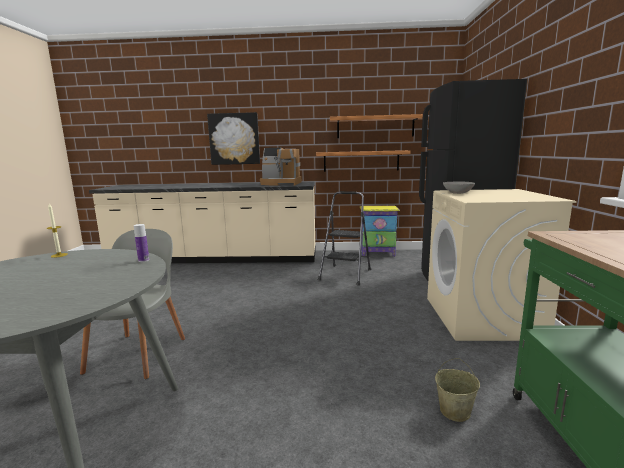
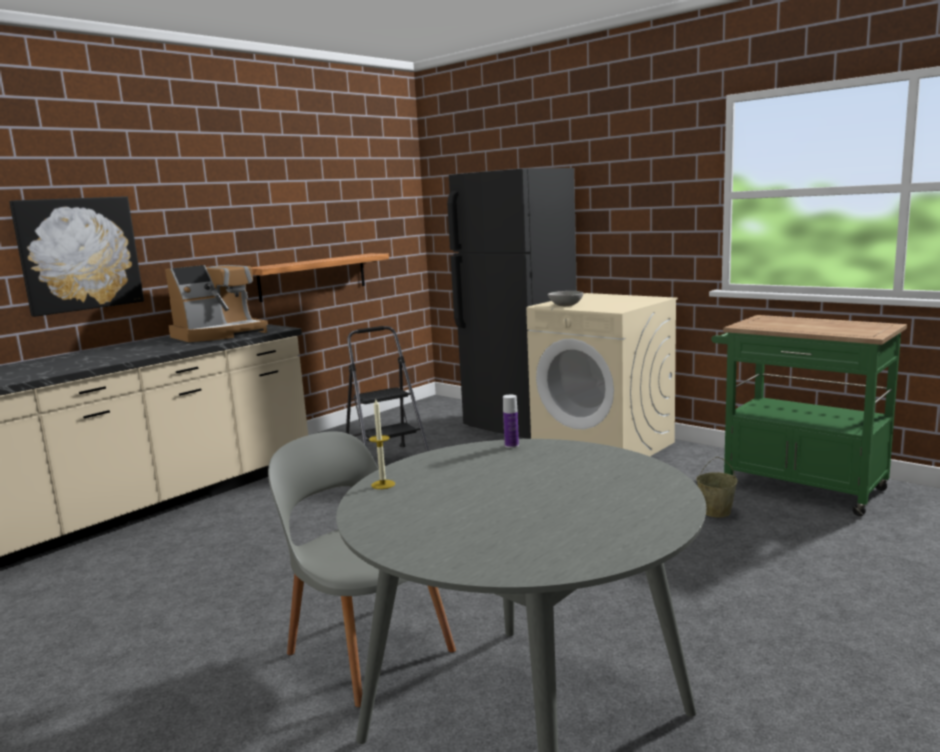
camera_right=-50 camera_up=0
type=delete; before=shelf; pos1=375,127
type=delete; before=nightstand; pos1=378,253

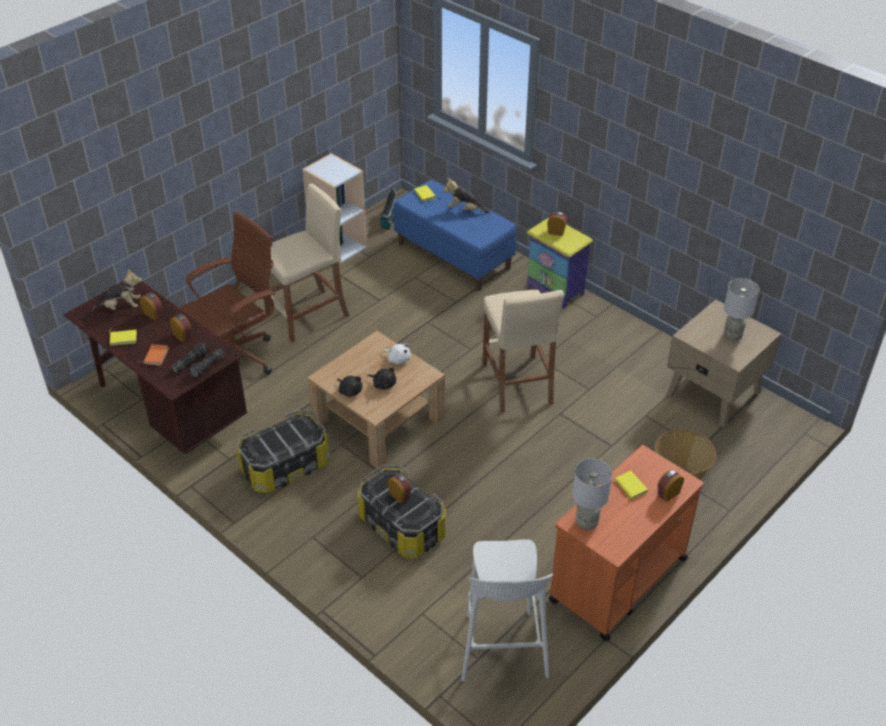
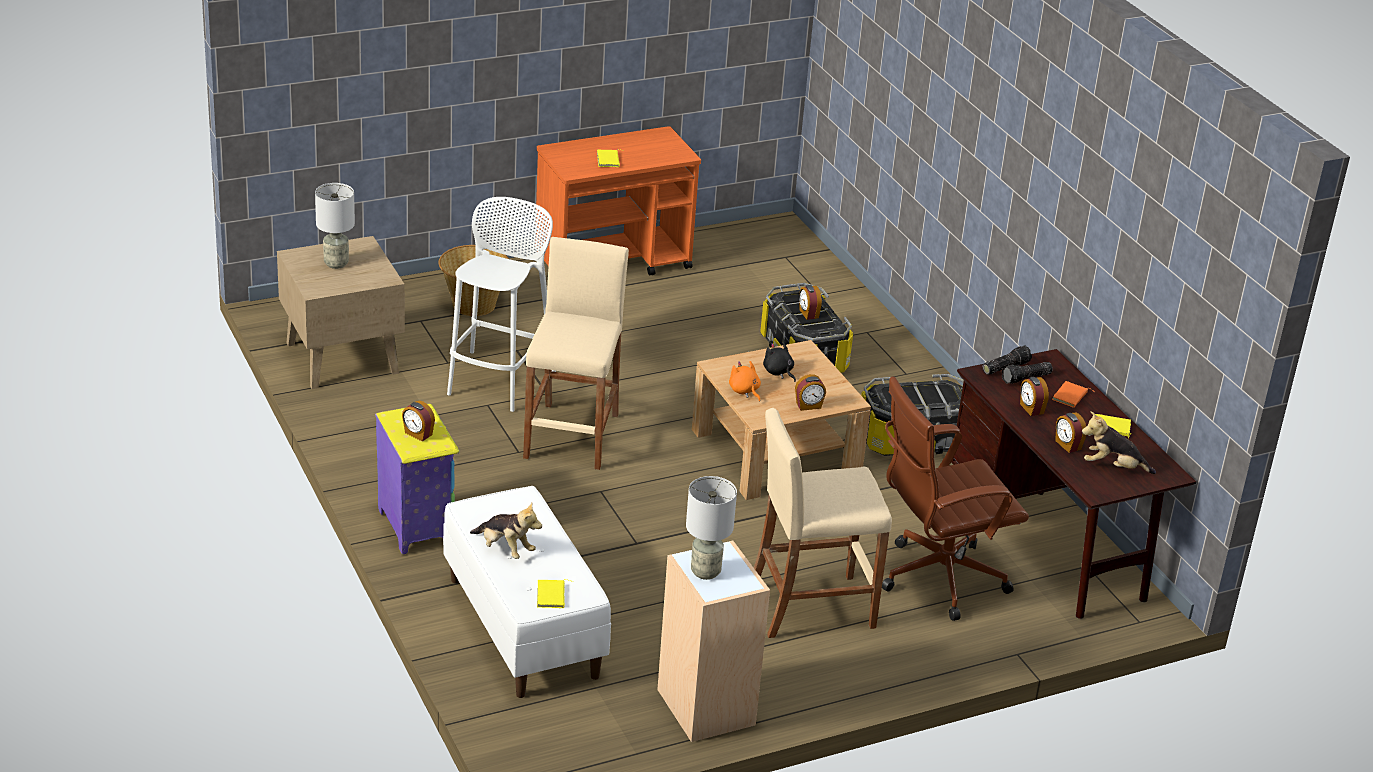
camera_right=-160 camera_up=-10
type=delete; before=black plush toy; pos1=350,391
type=delete; before=toy house; pos1=389,220
type=move; before=white stool; pos1=502,648; pos2=498,381
type=move; before=grey table lamp; pos1=586,523; pos2=706,572
type=move; before=alarm clock; pos1=668,493; pos2=808,406
type=recolor; before=white plush toy; after=orange plush toy; pos1=398,359; pos2=744,391
type=recolor; before=blue bench; after=white bench; pos1=454,256; pos2=522,627

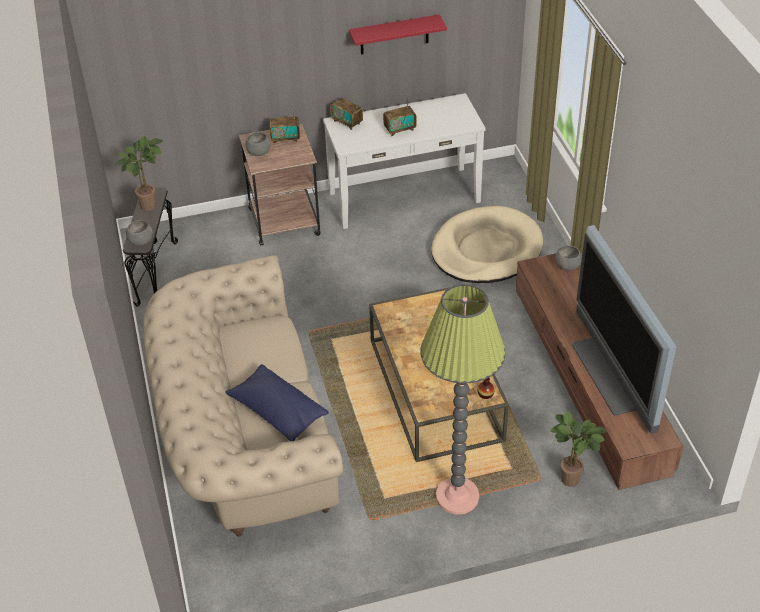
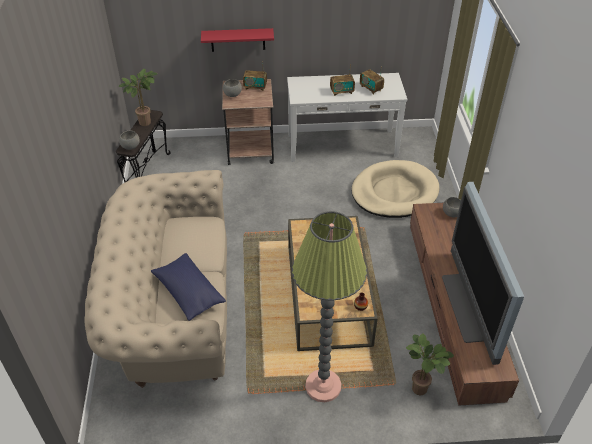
camera_right=10 camera_up=0
type=move; before=radio; pos1=347,122; pos2=371,88
type=move; before=red shelf; pos1=394,35; pos2=238,40

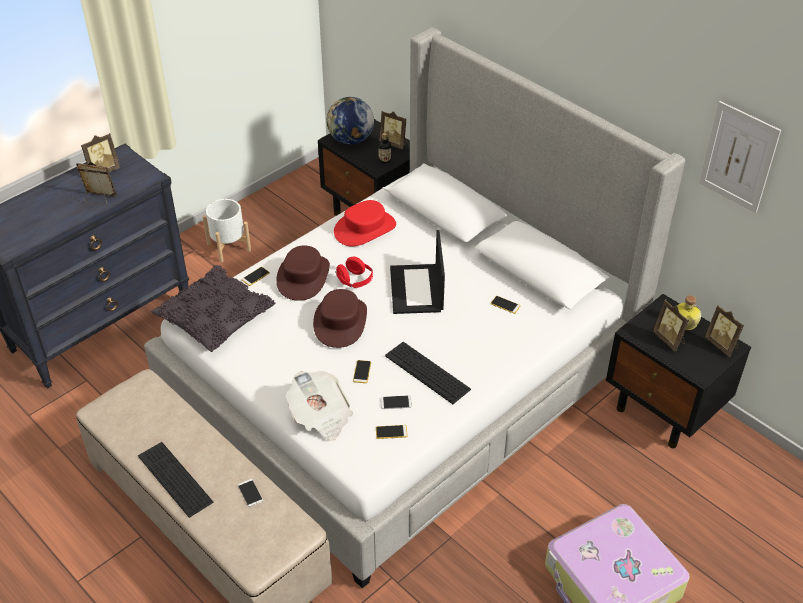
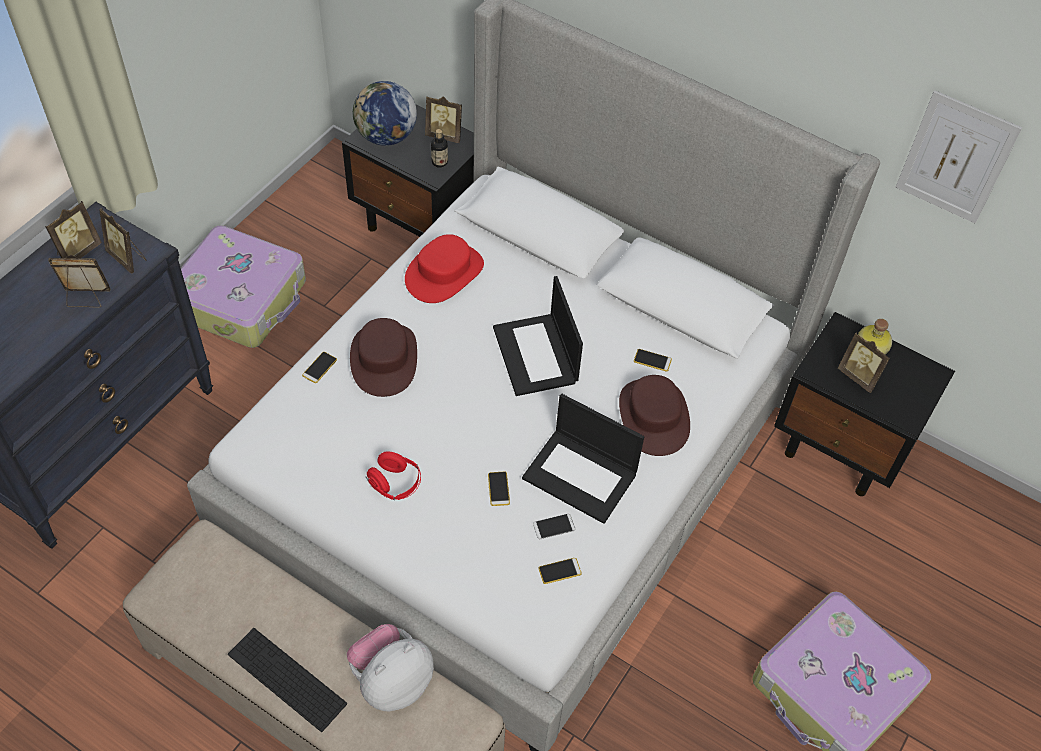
camera_right=-15 camera_up=10
type=delete; before=black pillow; pos1=216,317
type=delete; before=newspaper; pos1=320,416
type=move; before=brown hat; pos1=340,322; pos2=653,416
type=move; before=red headphones; pos1=355,281; pos2=395,484
type=move; before=picture frame; pos1=722,345; pos2=128,258
type=replace; before=white planter; after=suitcase; pos1=228,247; pos2=241,298
type=replace; before=phone; after=plush toy; pos1=250,493; pos2=391,681
type=replace; before=keyboard; after=laptop; pos1=427,372; pos2=581,475

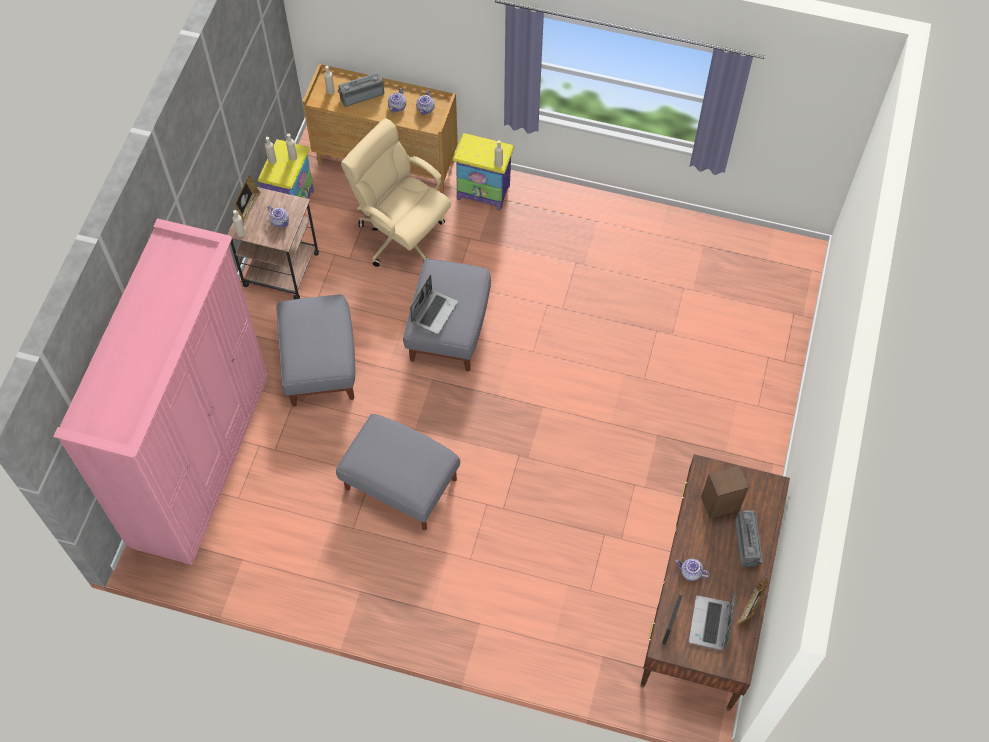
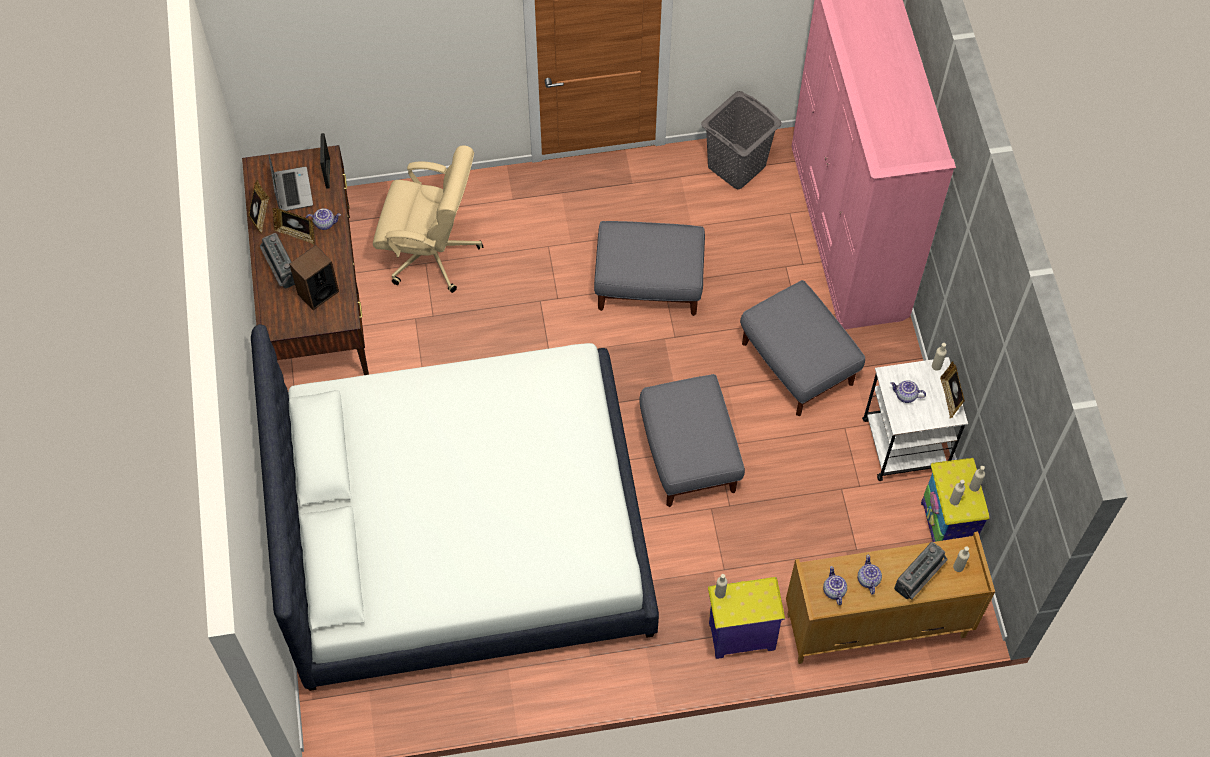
camera_right=155 camera_up=0
type=delete; before=laptop; pos1=434,312
type=insert; after=white bed; pos2=462,529
type=insert; after=picture frame; pos2=296,234
type=insert; after=grey laundry basket; pos2=737,166
type=move; before=beige office chair; pos1=401,235; pos2=431,253
type=recolor; before=brown cart; after=white cart; pos1=281,268; pos2=905,446

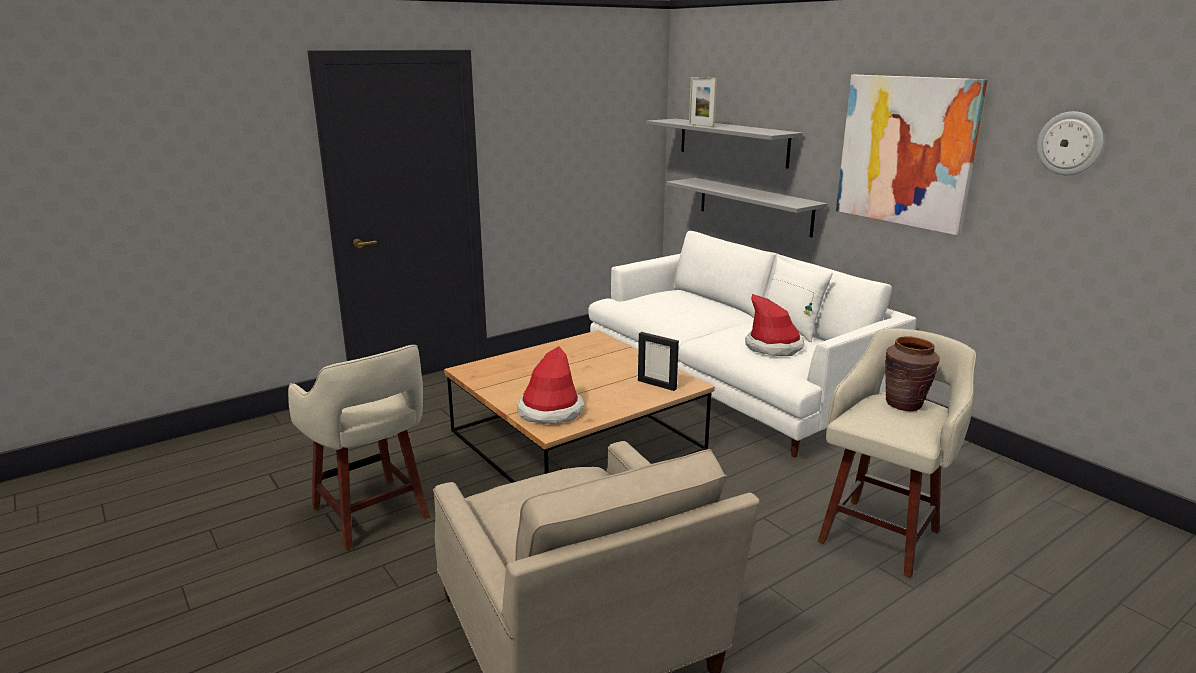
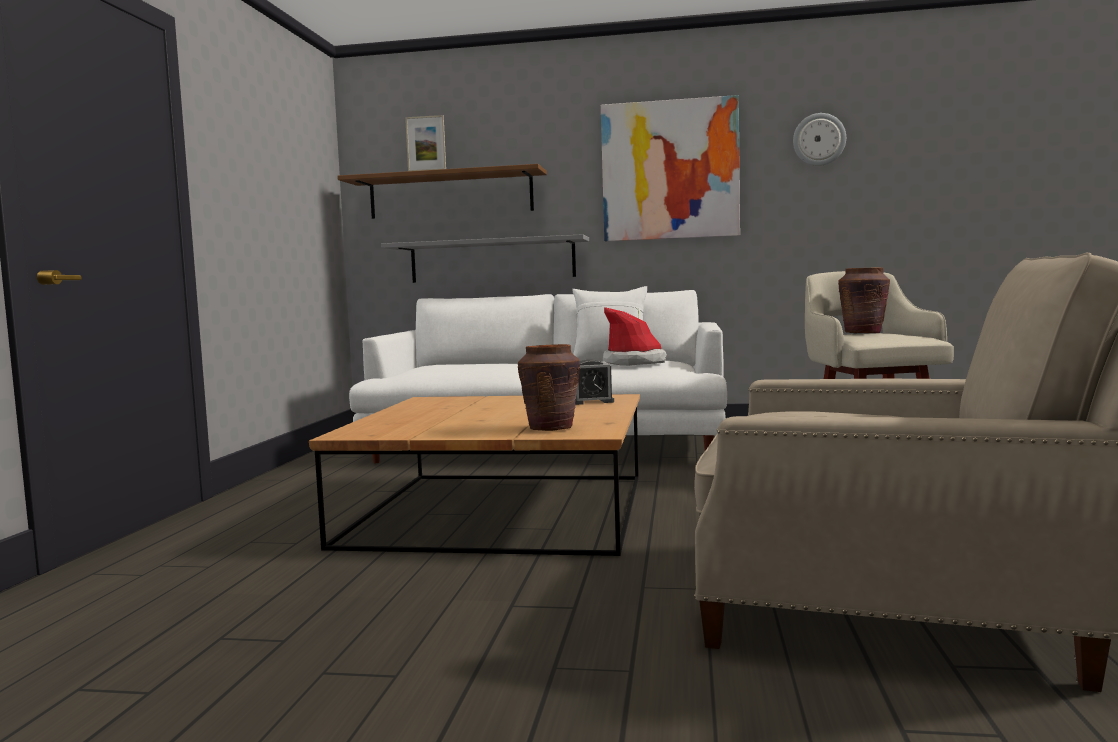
camera_right=-45 camera_up=-15
type=delete; before=beige stool; pos1=372,515
type=replace; before=hat; after=brown vase; pos1=550,411; pos2=551,428
type=replace; before=picture frame; after=alarm clock; pos1=657,384; pos2=590,401
type=recolor; before=grey shelf; after=brown shelf; pos1=732,142; pos2=450,195

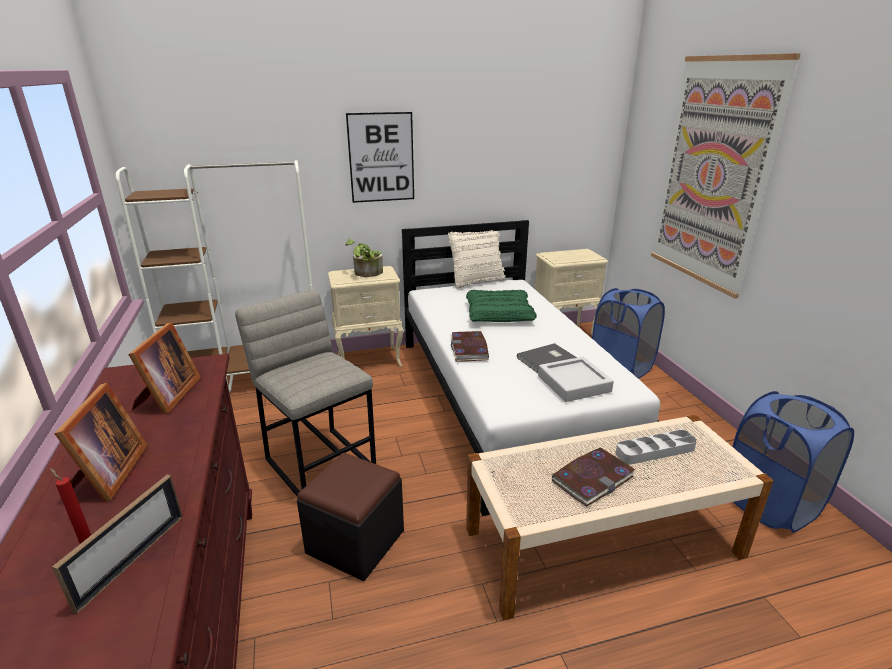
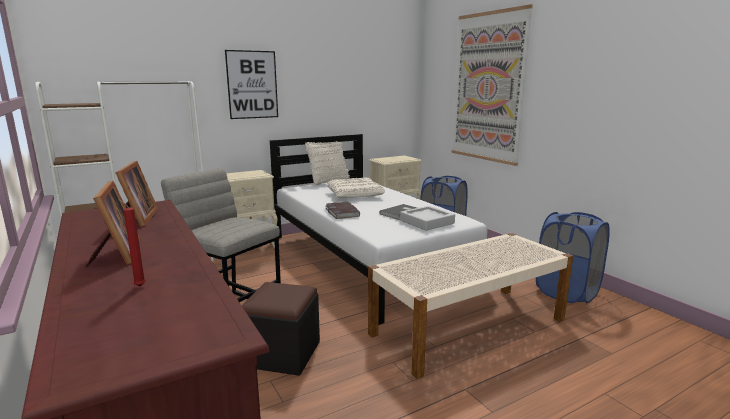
camera_right=-15 camera_up=-10
type=delete; before=picture frame; pos1=132,560
type=delete; before=potted plant; pos1=366,273
type=delete; before=book; pos1=592,478
type=delete; before=grey tray; pos1=655,451
type=recolor; before=green pillow; after=beige pillow; pos1=499,314; pos2=354,195

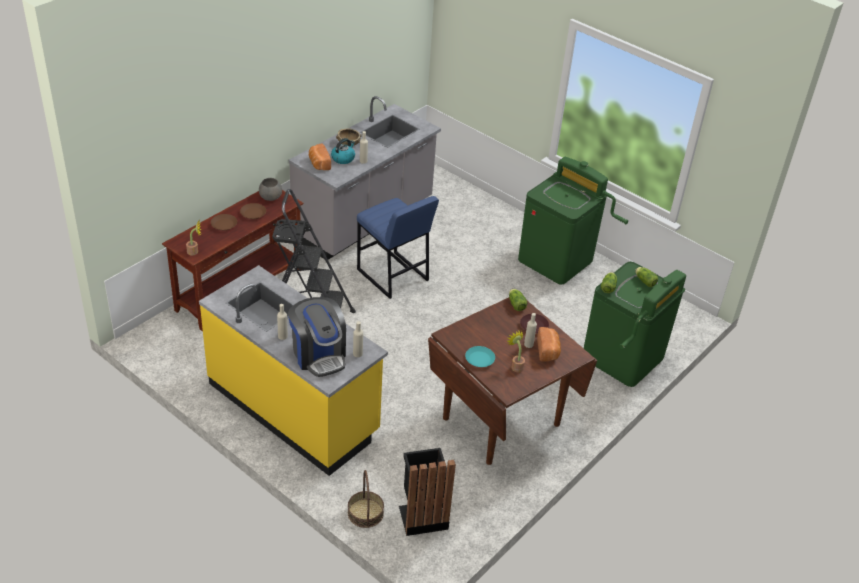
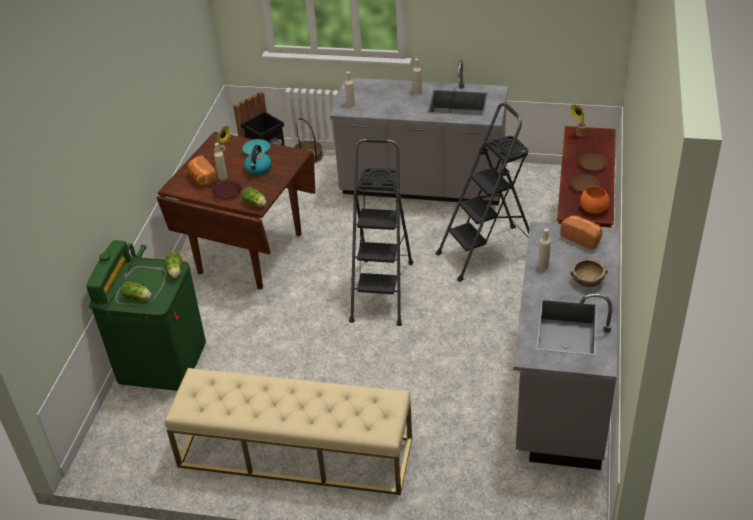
camera_right=155 camera_up=0
type=delete; before=coffee machine; pos1=319,354
type=delete; before=blue chair; pos1=394,276
type=insert; after=step ladder; pos2=382,289
type=move; before=kettle; pos1=343,158; pos2=258,169
type=replace; before=green washing machine; after=beige bench; pos1=557,262; pos2=295,452
type=recolor; before=yellow counter; after=grey counter; pos1=294,408; pos2=422,187
type=recolor; before=grey bowl; after=orange bowl; pos1=270,197; pos2=593,208

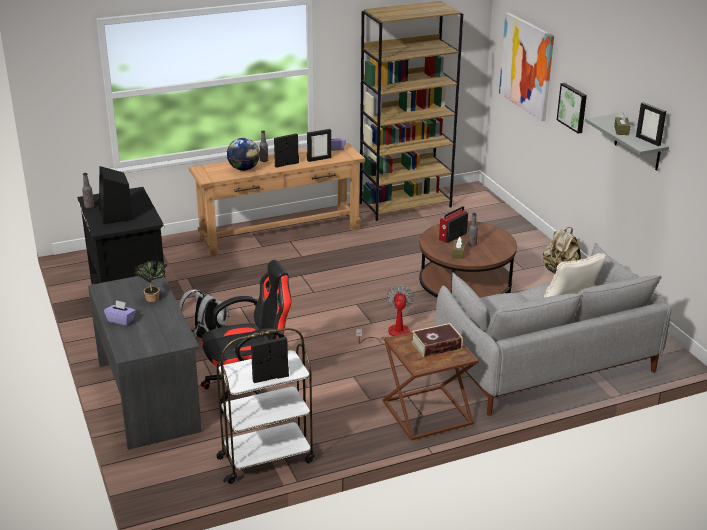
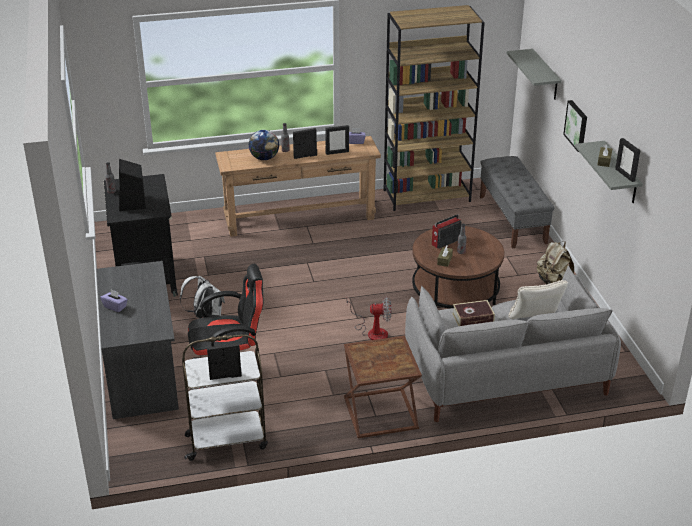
camera_right=10 camera_up=5
type=delete; before=potted plant; pos1=153,297
type=insert; after=grey bench; pos2=512,220
type=move; before=book; pos1=436,345; pos2=473,318
type=replace; before=picture; after=grey shelf; pos1=526,65; pos2=545,75
type=rotate; before=fan; pos1=392,334; pos2=372,331; turn=75

